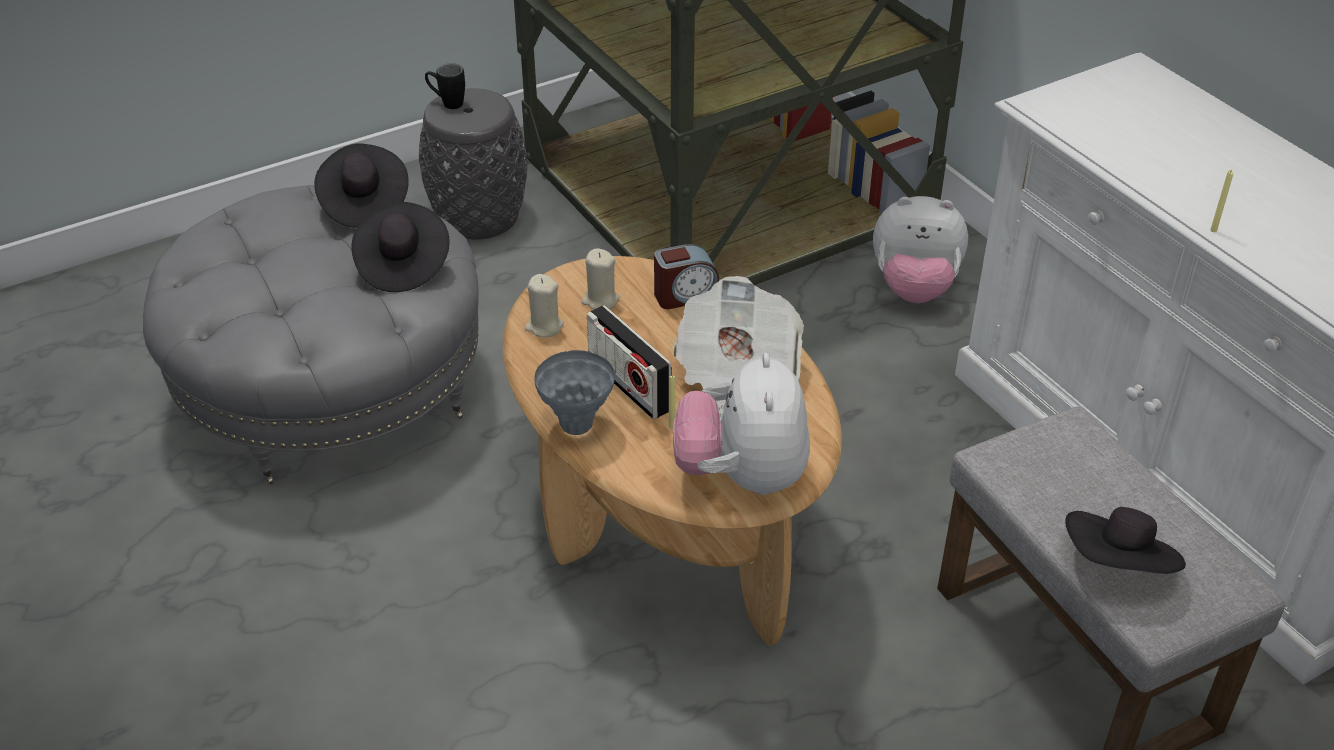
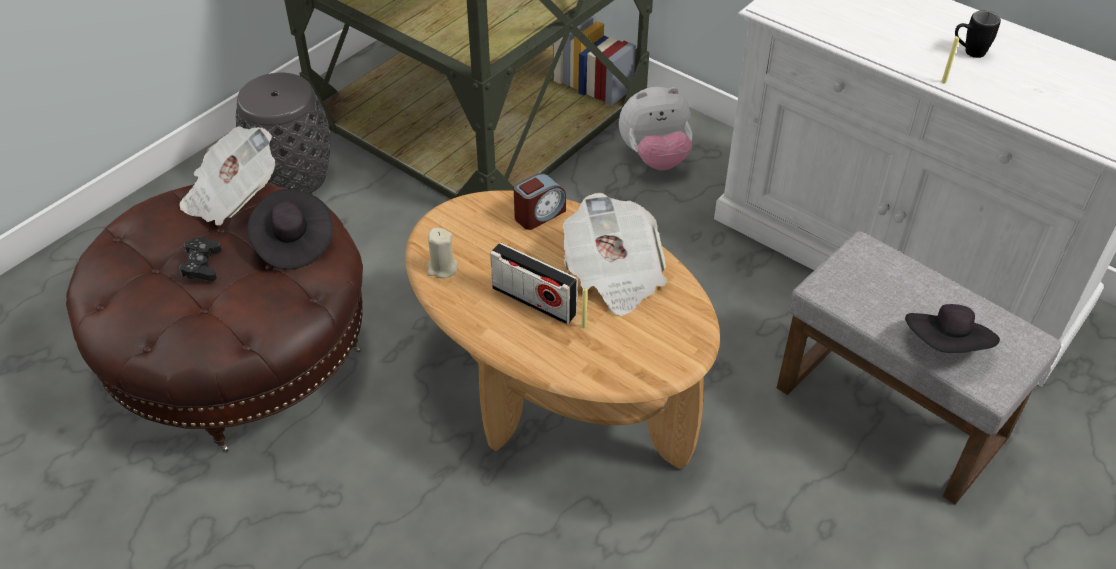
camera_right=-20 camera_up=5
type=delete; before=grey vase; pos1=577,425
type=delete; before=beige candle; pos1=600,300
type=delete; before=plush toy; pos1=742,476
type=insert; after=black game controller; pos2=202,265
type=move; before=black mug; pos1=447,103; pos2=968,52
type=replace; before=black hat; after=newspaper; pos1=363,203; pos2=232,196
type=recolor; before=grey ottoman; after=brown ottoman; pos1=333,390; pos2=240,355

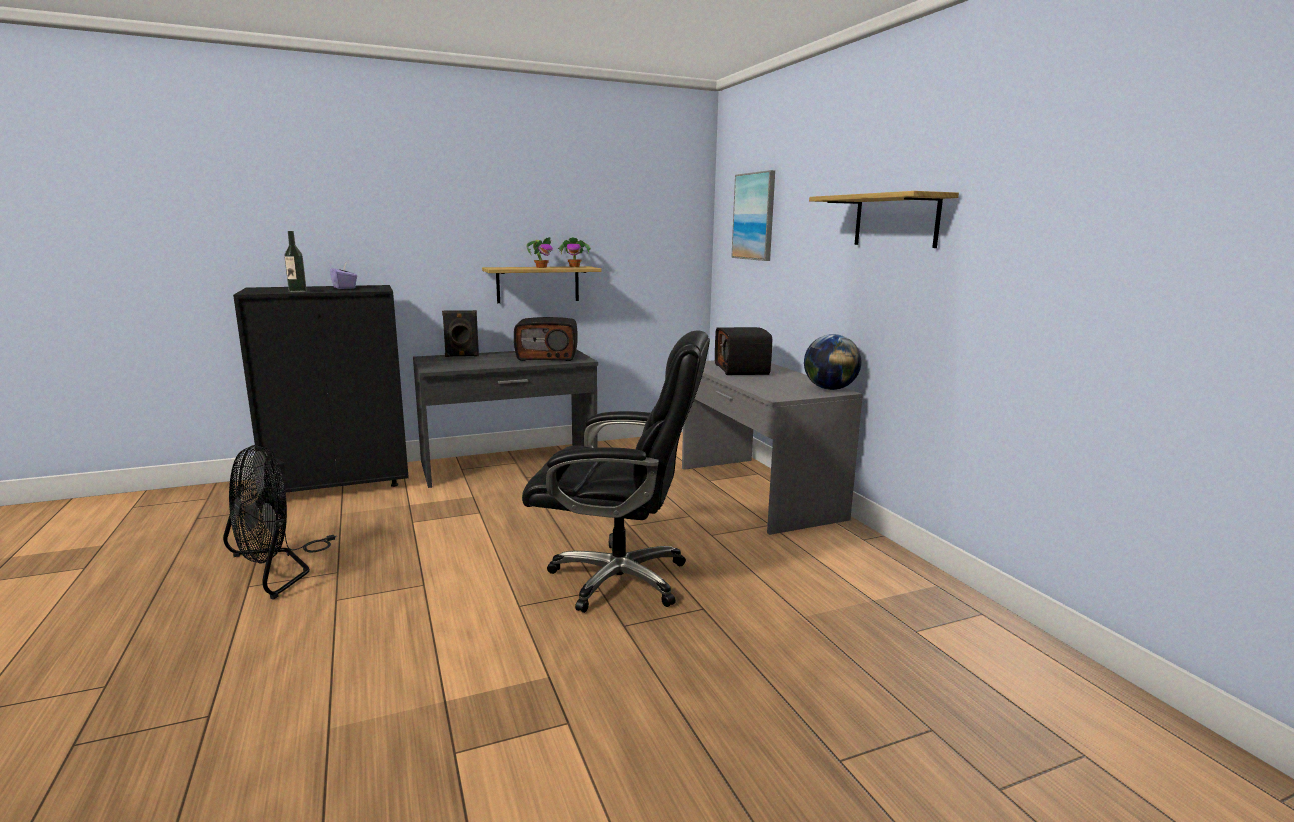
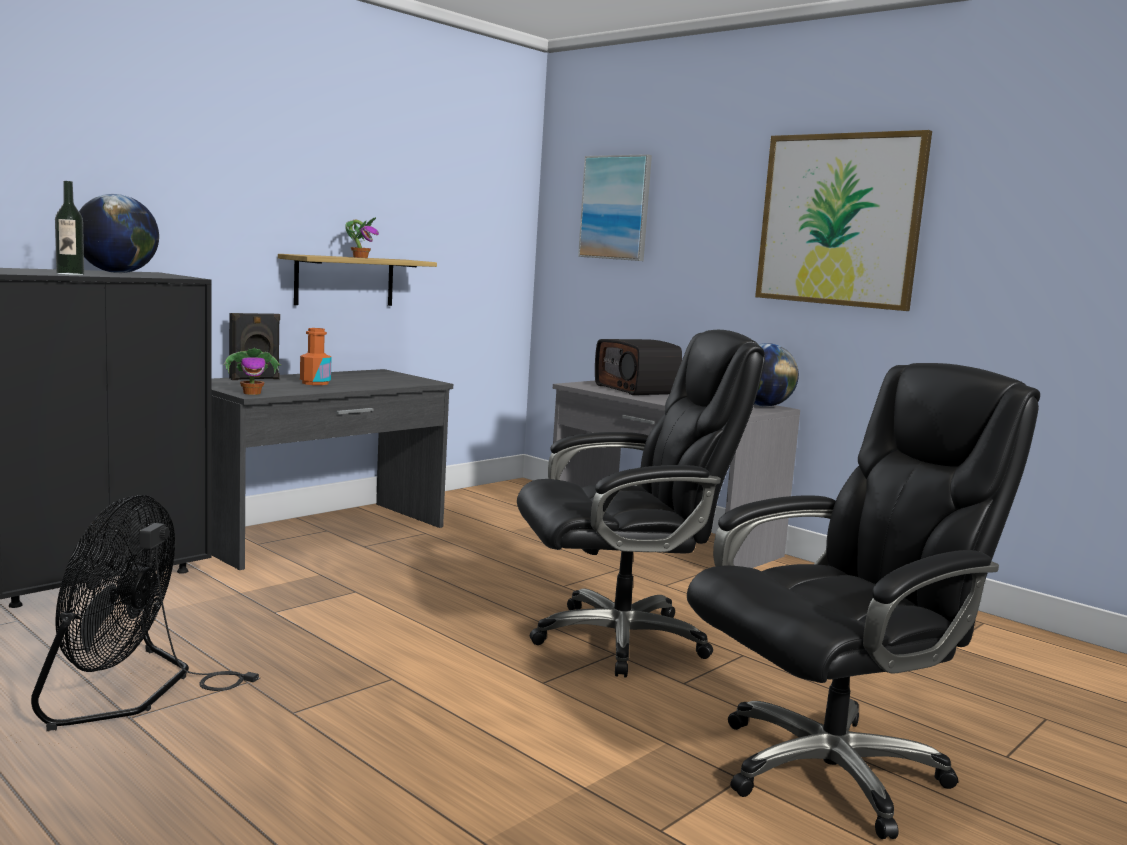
camera_right=-25 camera_up=-5
type=delete; before=radio; pos1=547,357
type=insert; after=orange bottle; pos2=315,383
type=insert; after=black office chair; pos2=826,771
type=move; before=potted plant; pos1=575,266; pos2=252,393
type=replace; before=purple tissue box; after=globe; pos1=345,288; pos2=117,273
type=replace; before=shelf; after=picture; pos1=895,221; pos2=839,220
type=rotate; before=black fan; pos1=278,566; pos2=143,687; turn=75

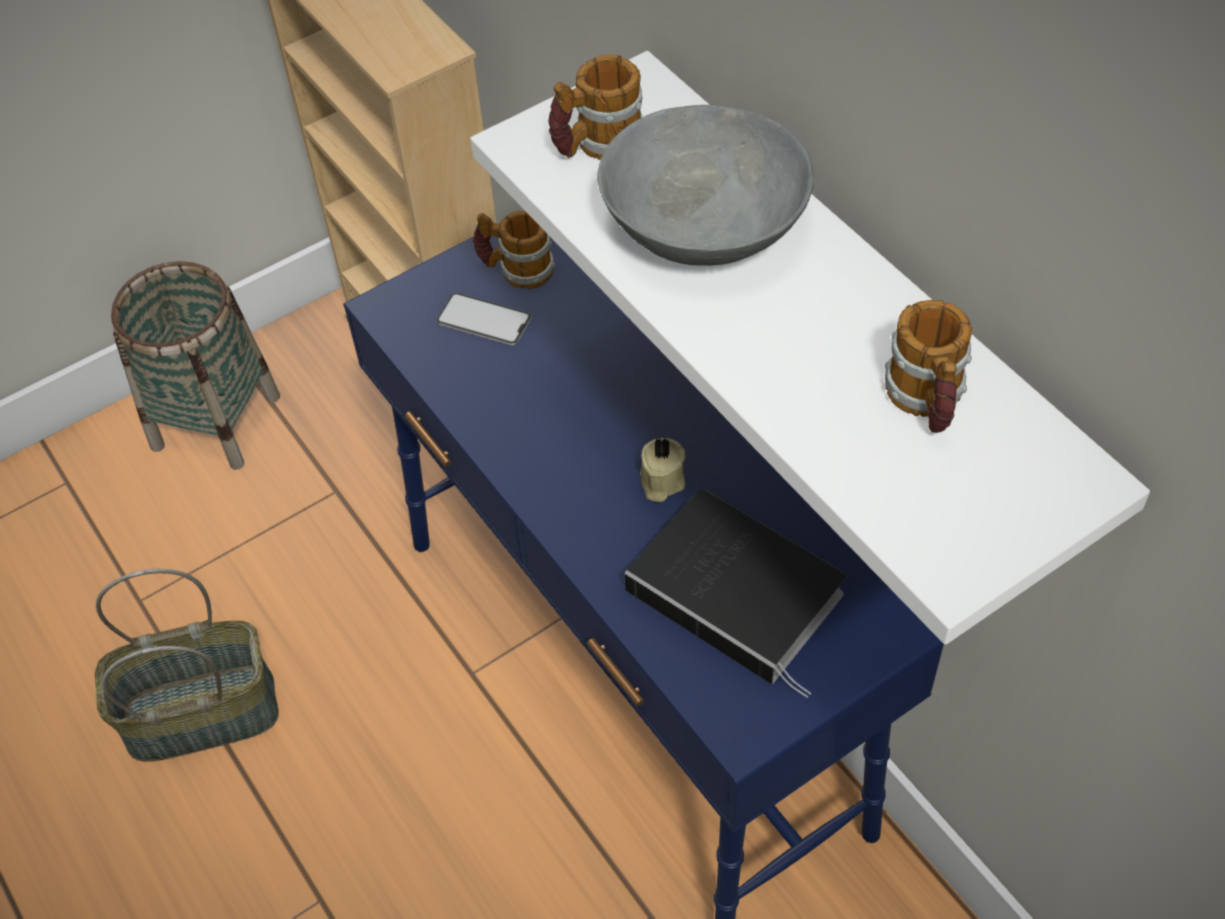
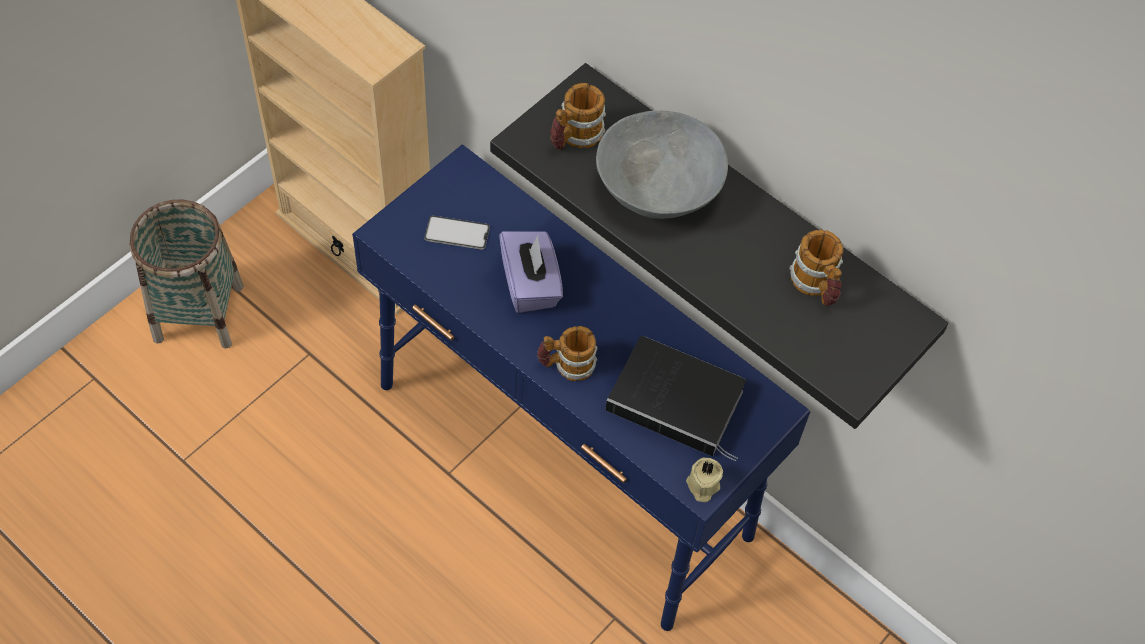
camera_right=-20 camera_up=5
type=delete; before=basket; pos1=203,711
type=insert; after=purple tissue box; pos2=530,284
type=move; before=mug; pos1=516,269; pos2=566,365
type=move; before=beige candle; pos1=660,482; pos2=702,486
type=recolor; before=white shelf; after=black shelf; pos1=860,306; pos2=750,219

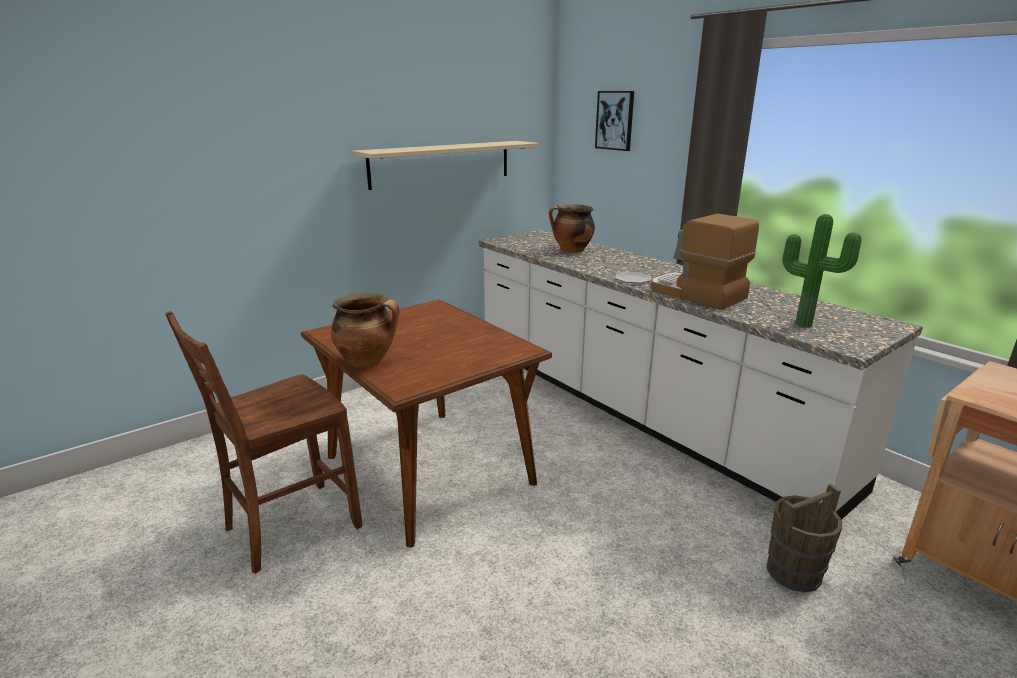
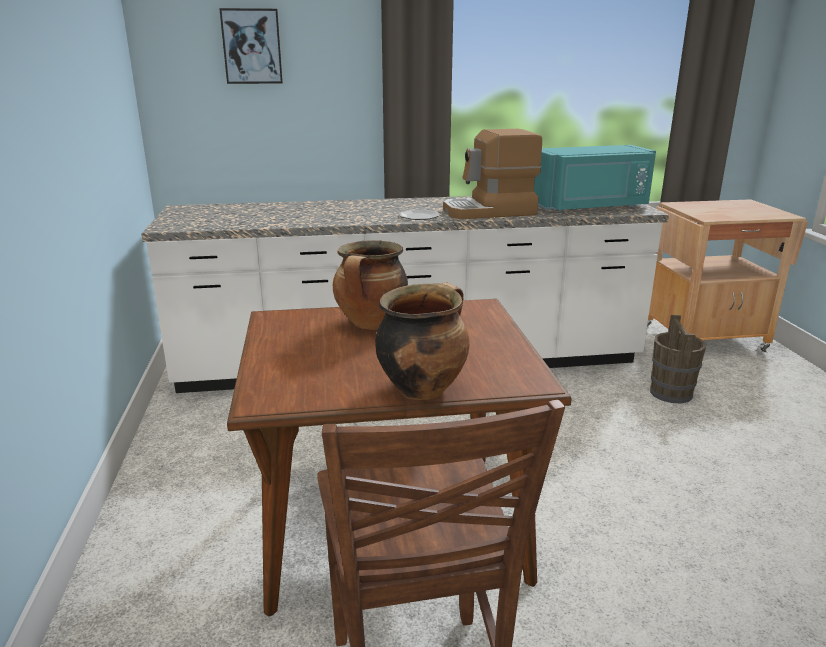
camera_right=-60 camera_up=0
type=delete; before=beige shelf; pos1=441,164
type=move; before=cooking pot; pos1=571,251; pos2=371,324
type=replace; before=potted plant; after=turquoise microwave; pos1=804,323; pos2=590,207

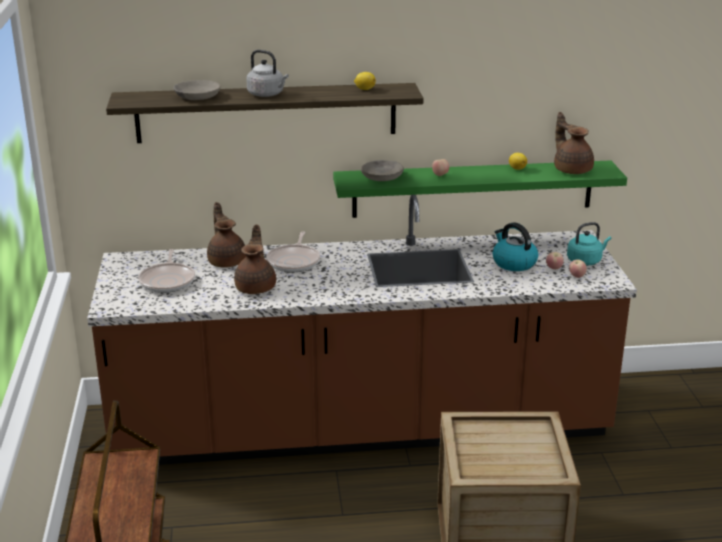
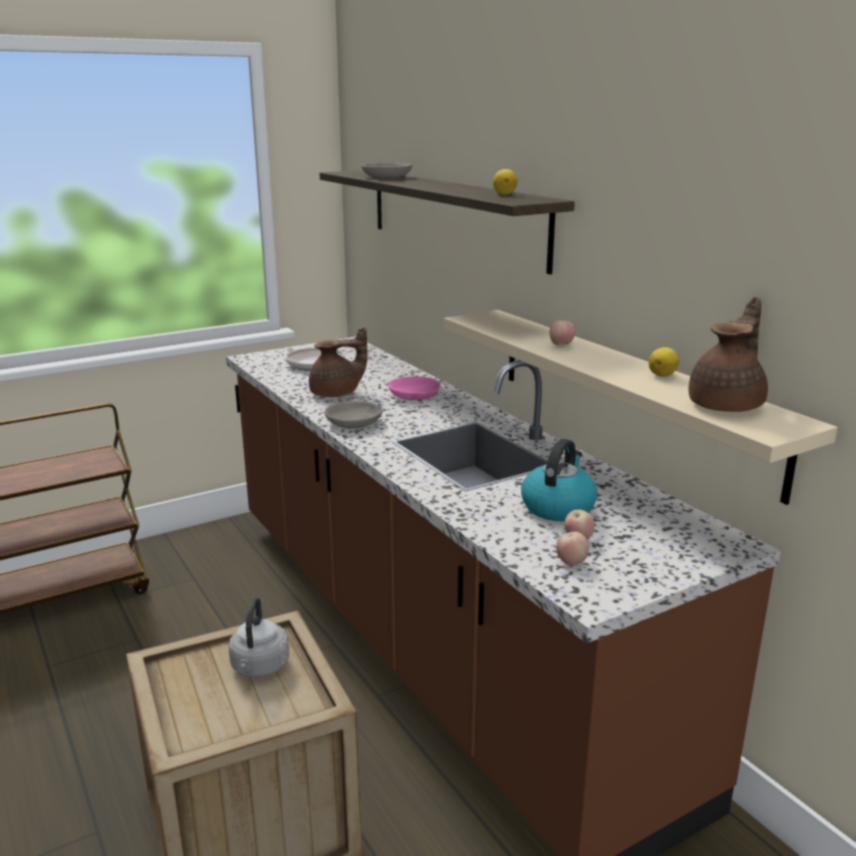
camera_right=65 camera_up=-5
type=delete; before=brown teapot; pos1=227,261
type=delete; before=turquoise kettle; pos1=585,261
type=move; before=grey kettle; pos1=267,94; pos2=259,668
type=move; before=grey bowl; pos1=382,177; pos2=354,423
type=replace; before=frying pan; after=pink bowl; pos1=294,261; pos2=414,396
type=recolor; before=green shelf; after=beige shelf; pos1=473,189; pos2=627,393

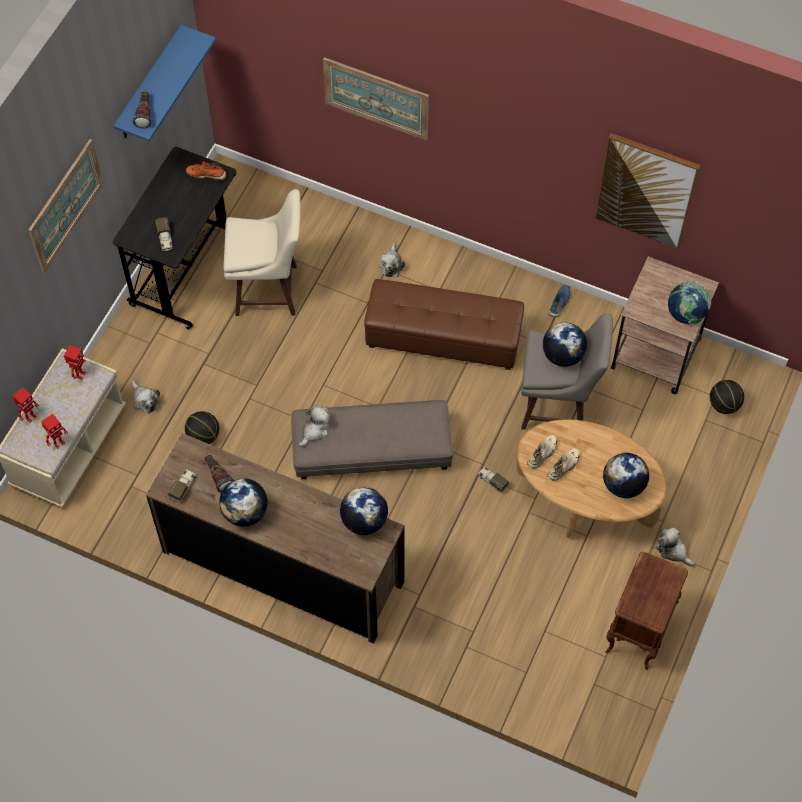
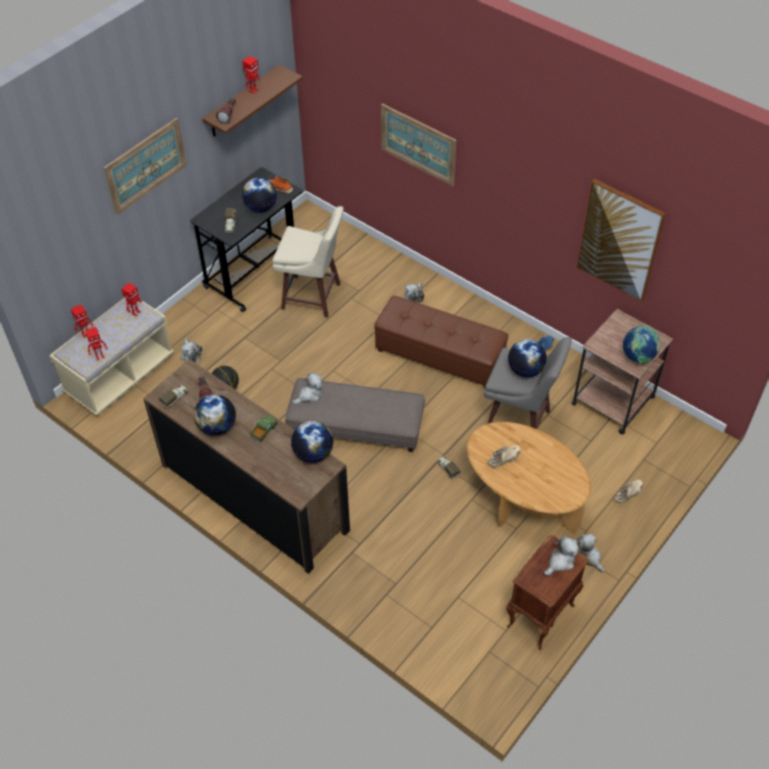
camera_right=15 camera_up=-10
type=delete; before=basketball; pos1=724,405
type=insert; after=toy robot; pos2=253,90
type=insert; after=toy truck; pos2=264,431
type=insert; after=plush toy; pos2=560,561
type=move; before=beige shoe; pos1=543,454; pos2=628,493
type=move; before=globe; pos1=623,485; pos2=261,208
type=recolor; before=blue shelf; after=brown shelf; pos1=149,85; pos2=243,102

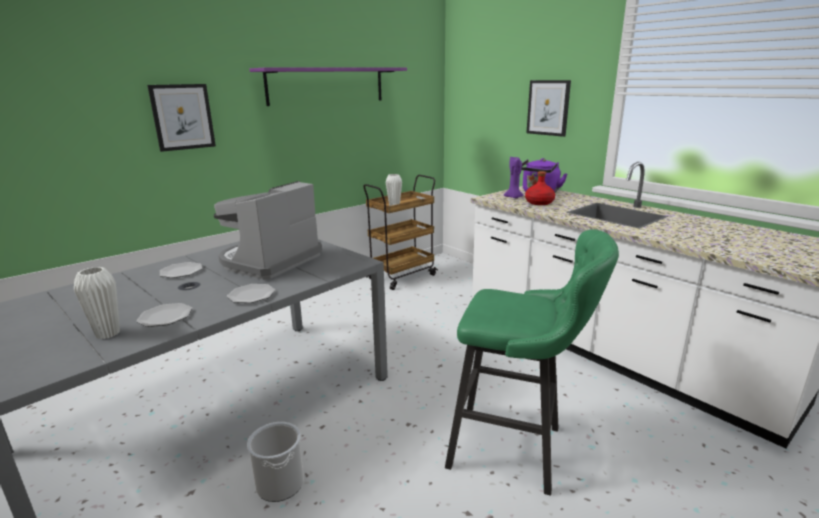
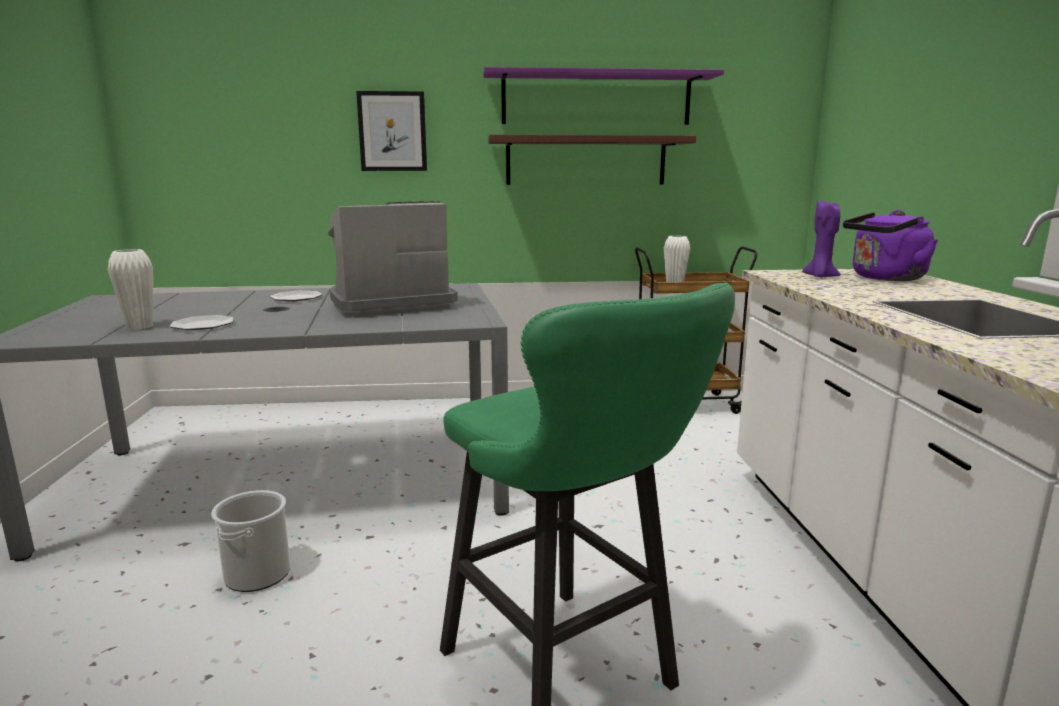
camera_right=35 camera_up=-5
type=delete; before=plate; pos1=251,295
type=delete; before=red bottle; pos1=539,202
type=delete; before=picture; pos1=548,108
type=insert; after=shelf; pos2=586,160

